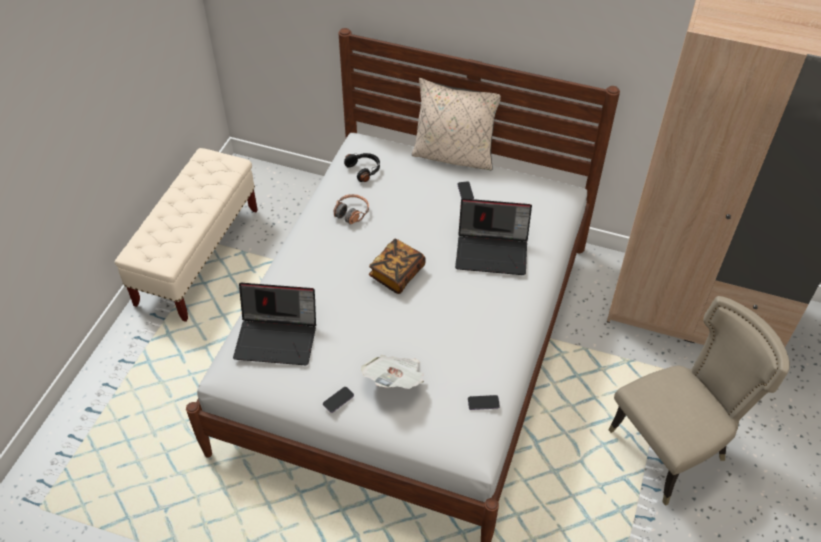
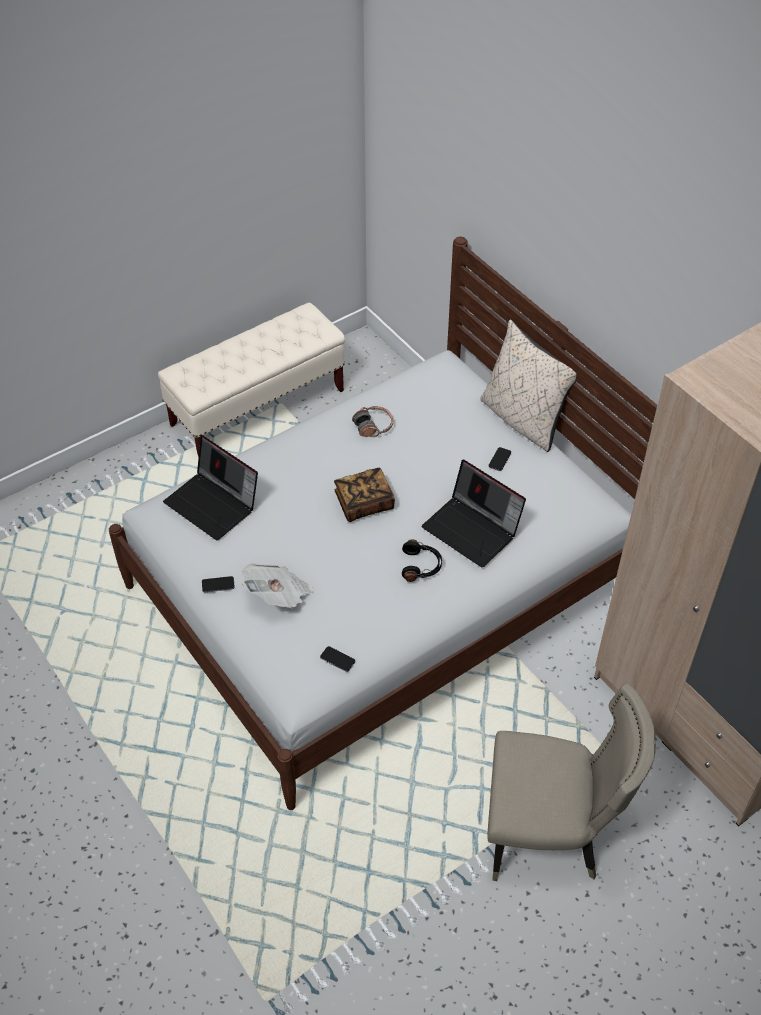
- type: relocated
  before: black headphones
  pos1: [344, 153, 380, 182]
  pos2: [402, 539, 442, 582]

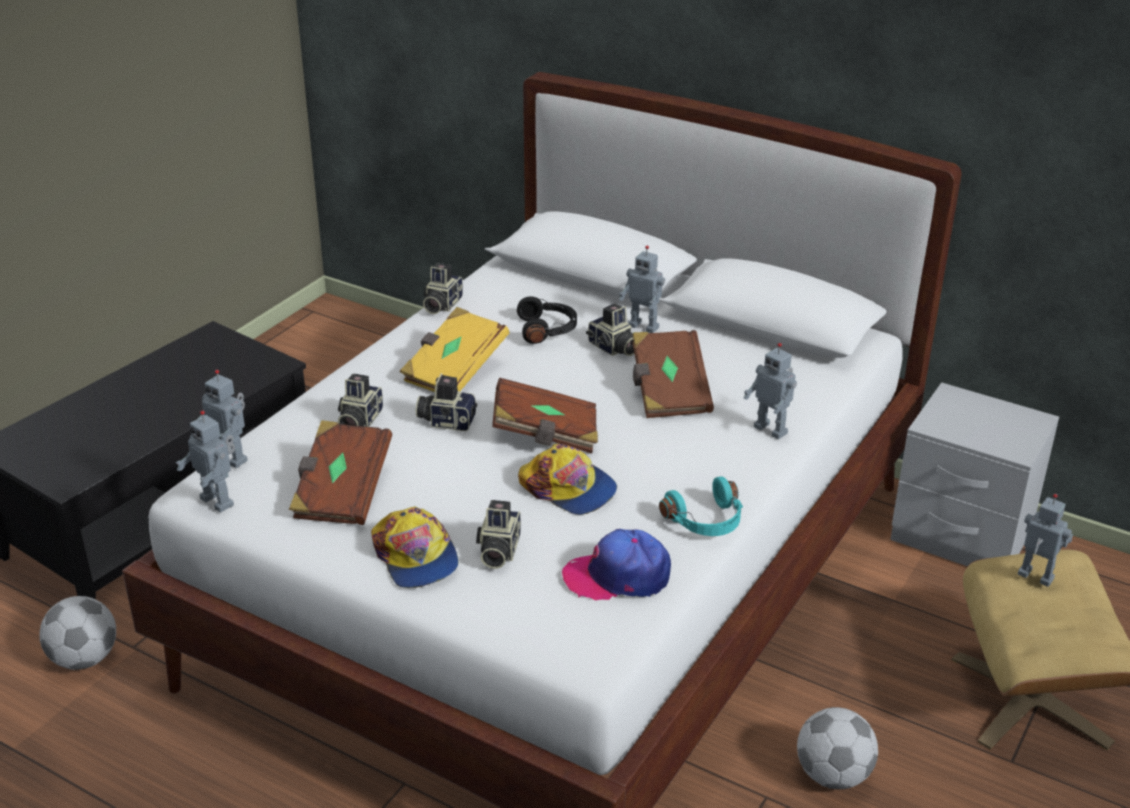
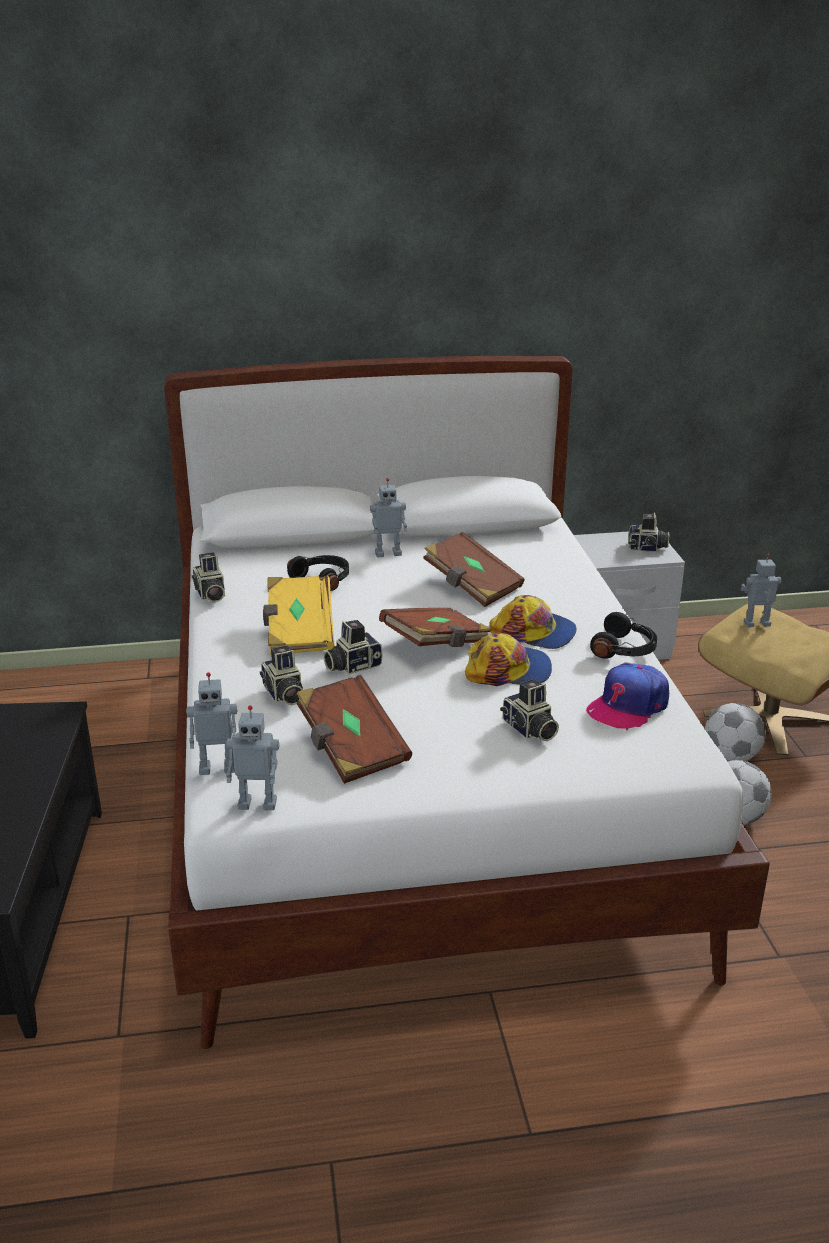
- type: relocated
  before: photo camera
  pos1: [586, 303, 634, 356]
  pos2: [629, 513, 669, 552]
- type: missing
  before: toy robot
  pos1: [743, 343, 797, 439]
- type: colour
  before: turquoise headphones
  after: black headphones
  pos1: [659, 476, 743, 536]
  pos2: [590, 612, 657, 659]
- type: relocated
  before: cap
  pos1: [371, 506, 458, 588]
  pos2: [489, 595, 577, 649]
- type: relocated
  before: football
  pos1: [40, 596, 116, 670]
  pos2: [705, 703, 766, 761]

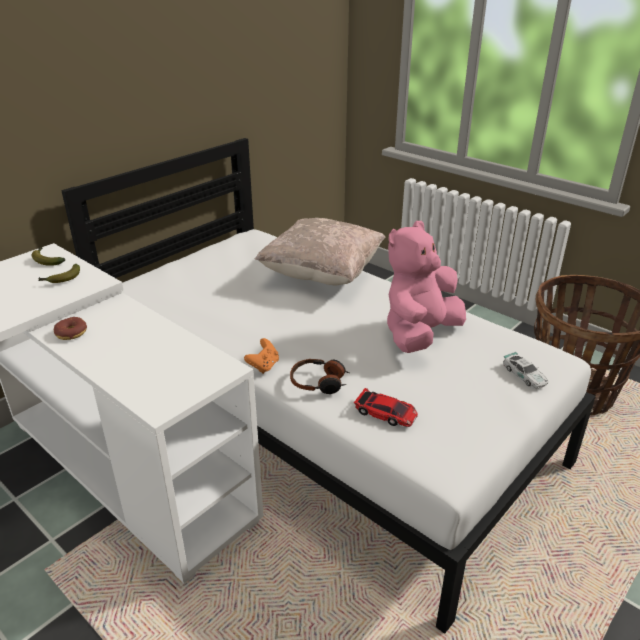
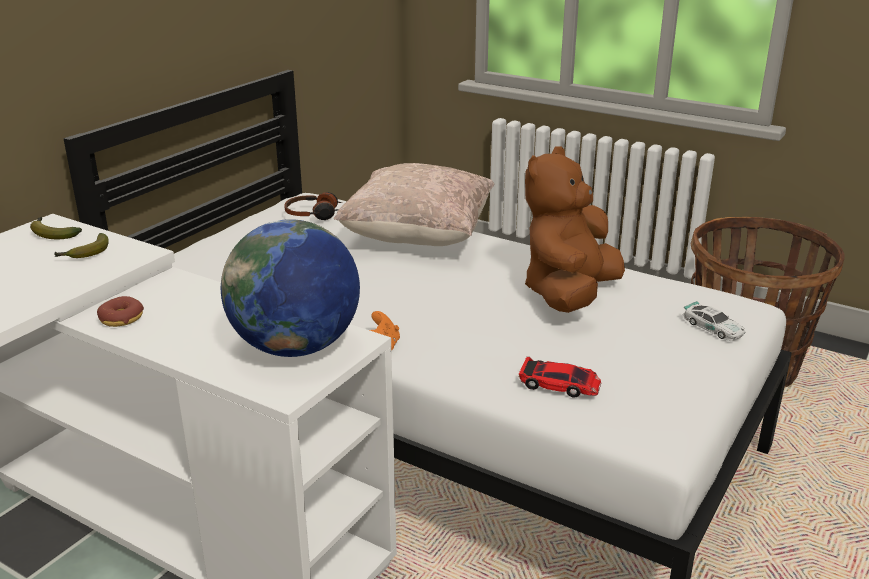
- type: colour
  before: pink plush toy
  after: brown plush toy
  pos1: [387, 221, 466, 353]
  pos2: [525, 146, 625, 313]
- type: relocated
  before: headphones
  pos1: [290, 359, 349, 394]
  pos2: [284, 192, 342, 220]
- type: appeared
  after: globe
  pos2: [221, 219, 360, 357]

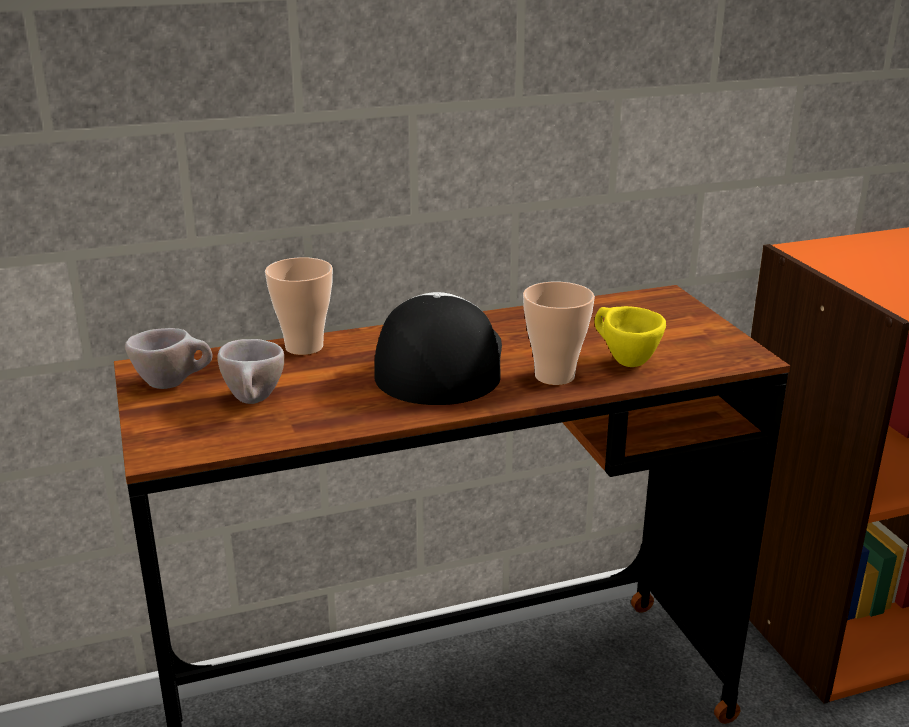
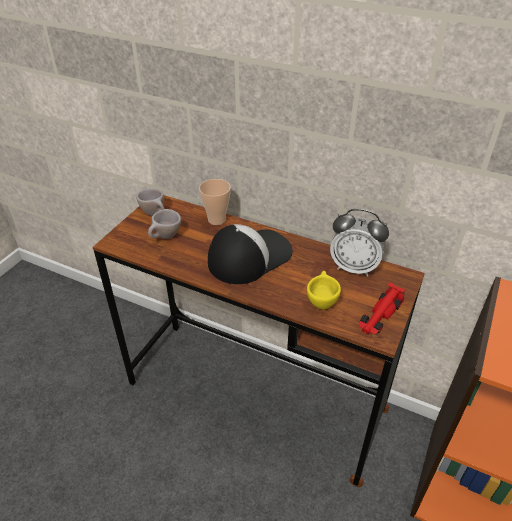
- type: missing
  before: cup
  pos1: [523, 282, 595, 385]
- type: appeared
  after: alarm clock
  pos2: [330, 209, 389, 277]
- type: appeared
  after: red toy car
  pos2: [359, 282, 405, 334]

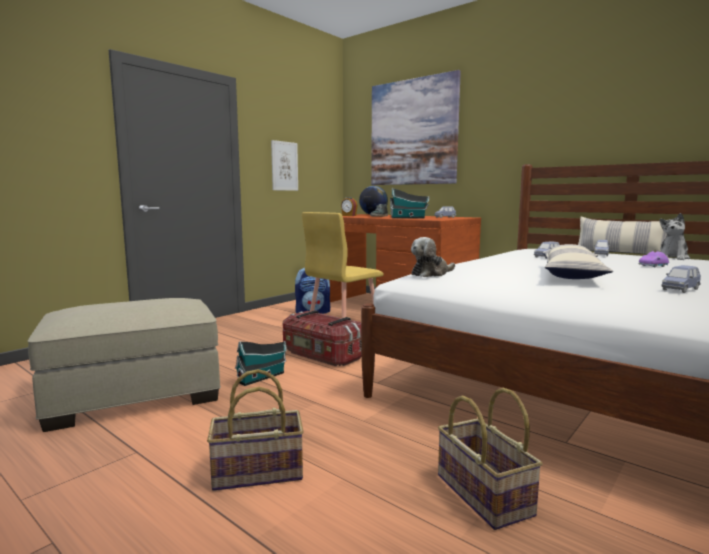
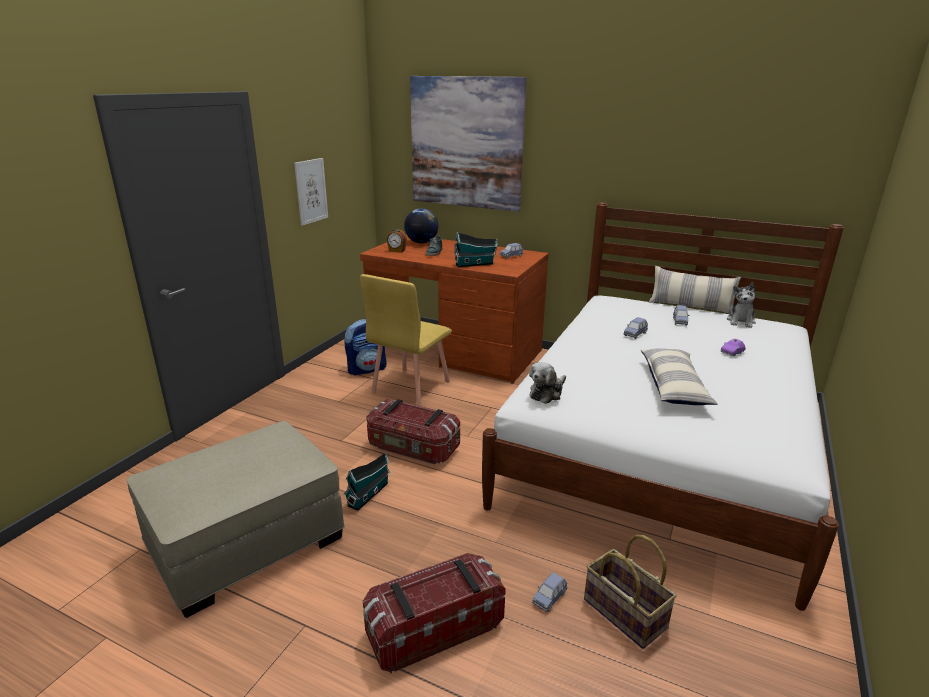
- type: relocated
  before: blue toy car
  pos1: [662, 265, 701, 293]
  pos2: [532, 572, 567, 612]
- type: exchanged
  before: basket
  after: storage box
  pos1: [207, 369, 304, 491]
  pos2: [363, 553, 506, 674]

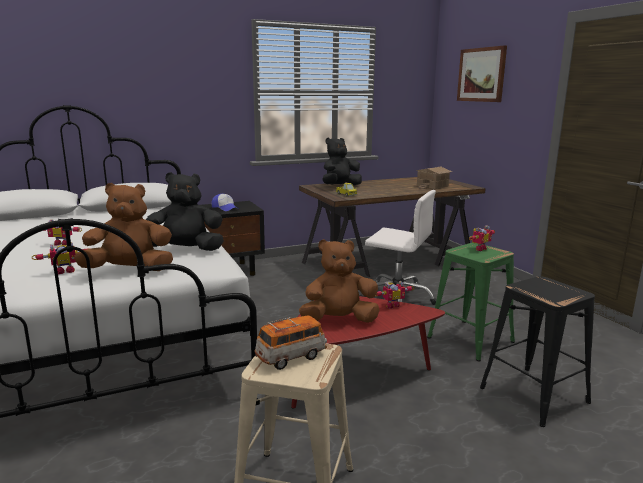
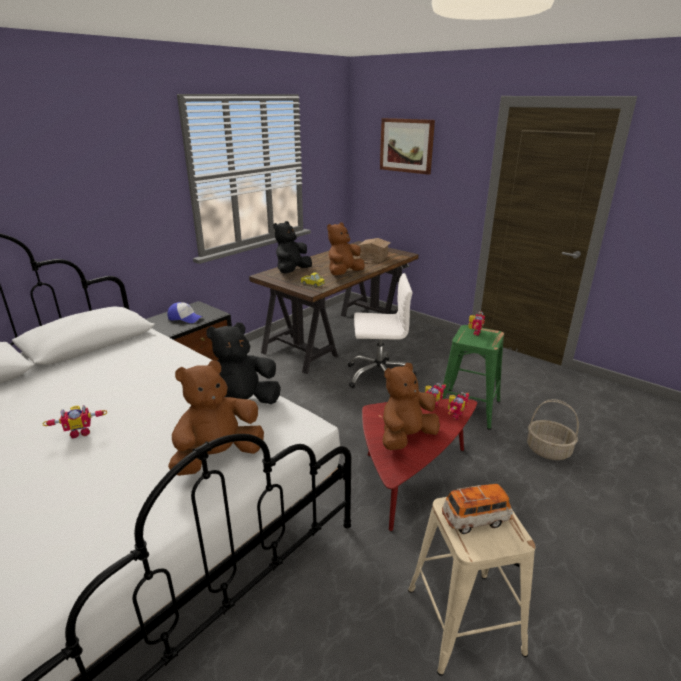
- type: relocated
  before: toy robot
  pos1: [32, 242, 91, 274]
  pos2: [448, 392, 469, 420]
- type: exchanged
  before: black stool
  after: basket
  pos1: [480, 276, 595, 427]
  pos2: [527, 399, 579, 460]
- type: spun
  before: toy car
  pos1: [255, 315, 327, 370]
  pos2: [442, 484, 513, 534]
  turn: 45
- type: appeared
  after: brown plush toy
  pos2: [327, 223, 365, 275]

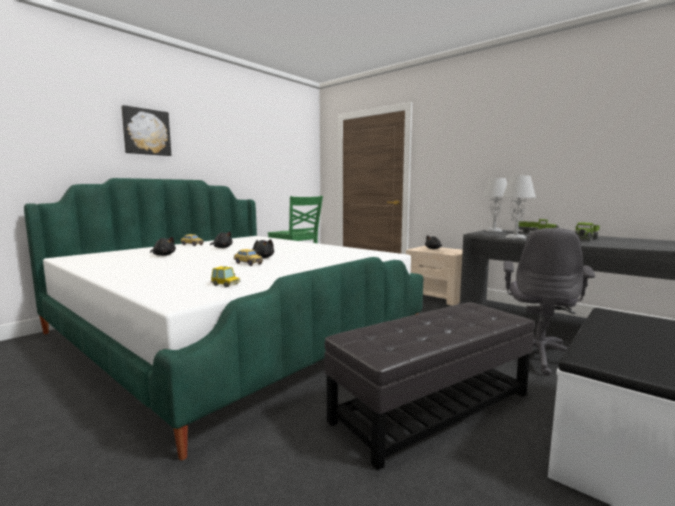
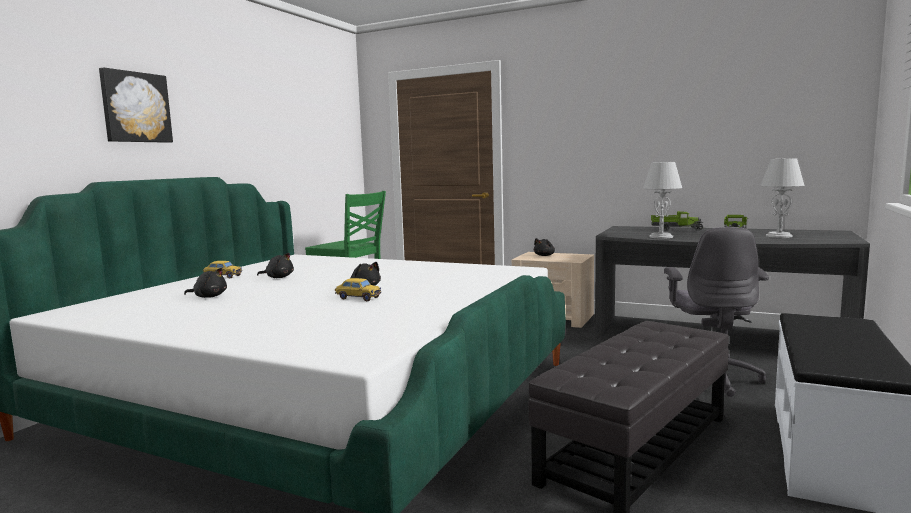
- type: relocated
  before: grey table lamp
  pos1: [482, 178, 507, 232]
  pos2: [760, 158, 804, 238]
- type: missing
  before: toy car
  pos1: [211, 266, 241, 287]

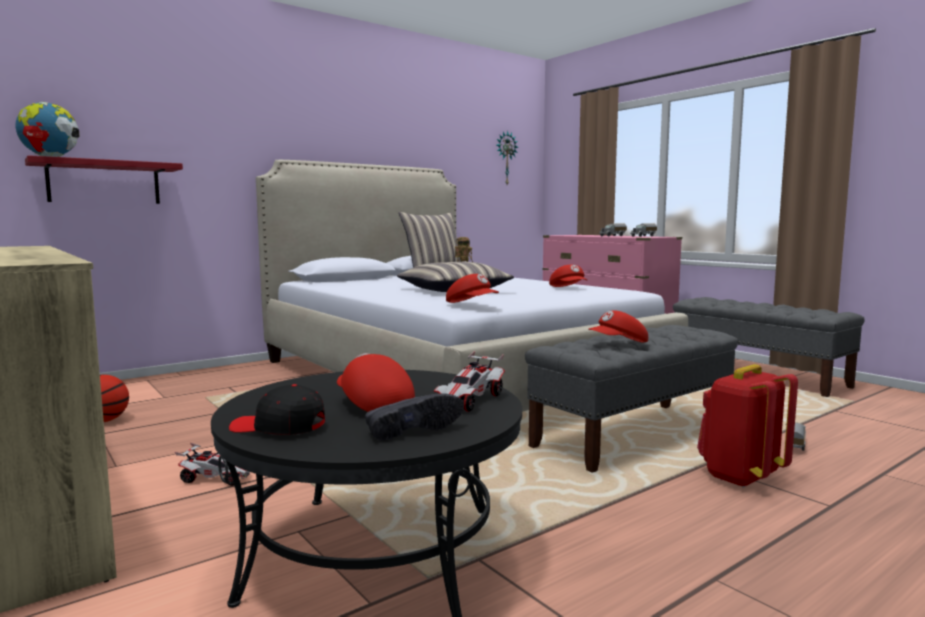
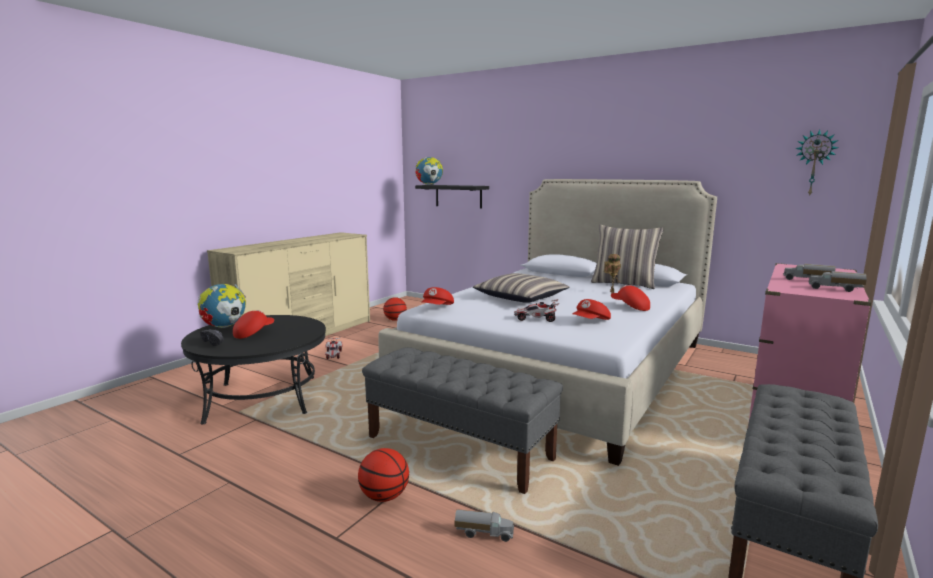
- type: colour
  before: red shelf
  after: black shelf
  pos1: [25, 155, 183, 204]
  pos2: [415, 185, 489, 208]
- type: relocated
  before: red cap
  pos1: [589, 310, 648, 342]
  pos2: [611, 285, 650, 311]
- type: relocated
  before: toy car
  pos1: [434, 351, 505, 412]
  pos2: [514, 299, 559, 322]
- type: exchanged
  before: red backpack
  after: basketball
  pos1: [697, 364, 798, 488]
  pos2: [358, 448, 409, 502]
- type: exchanged
  before: black cap
  after: globe
  pos1: [229, 384, 325, 435]
  pos2: [198, 284, 246, 328]

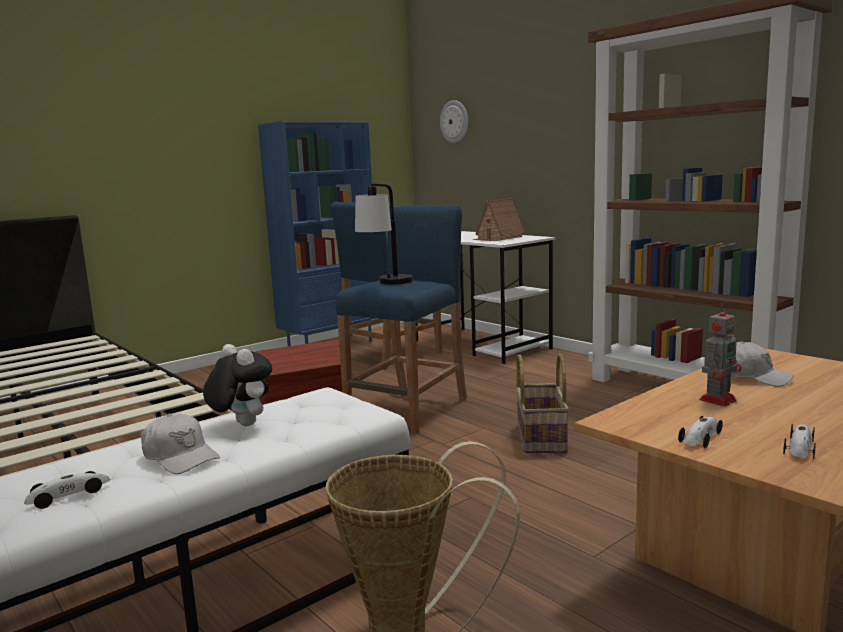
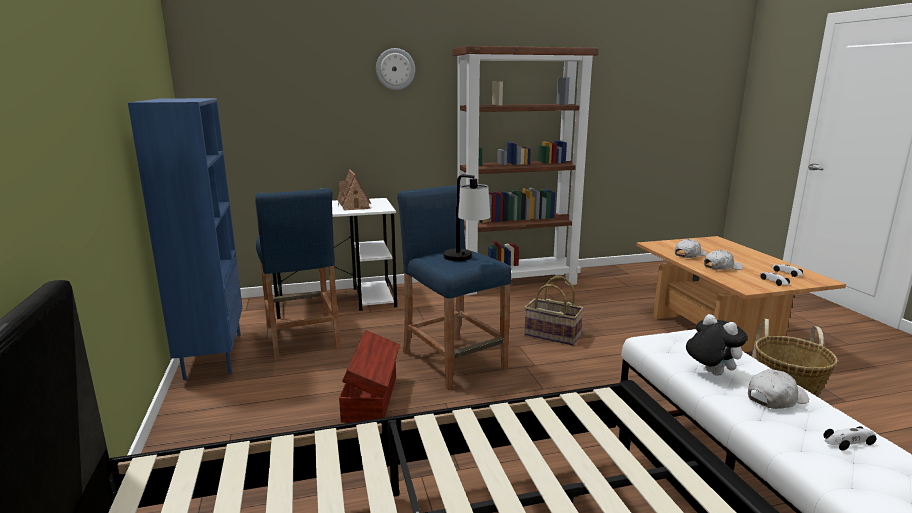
- type: relocated
  before: wall clock
  pos1: [440, 100, 468, 143]
  pos2: [376, 48, 415, 90]
- type: exchanged
  before: toy robot
  after: white cap
  pos1: [699, 303, 742, 406]
  pos2: [704, 250, 743, 270]
- type: spun
  before: plush toy
  pos1: [203, 344, 272, 426]
  pos2: [686, 314, 748, 376]
  turn: 75
- type: spun
  before: toy car
  pos1: [24, 471, 110, 509]
  pos2: [823, 426, 877, 451]
  turn: 90

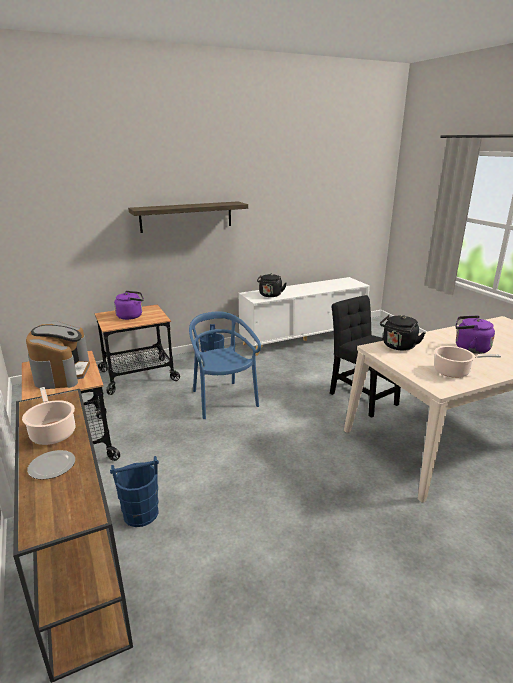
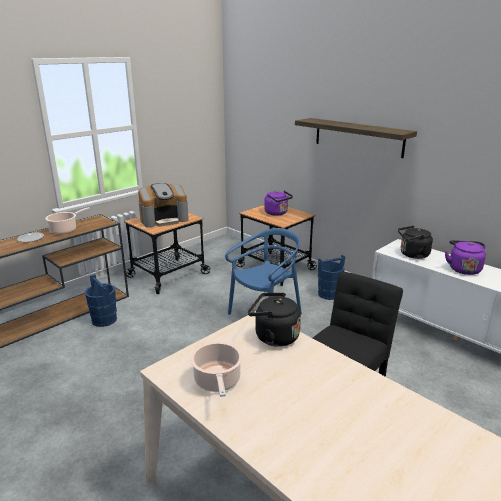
- type: relocated
  before: purple kettle
  pos1: [456, 315, 495, 354]
  pos2: [445, 240, 486, 275]

